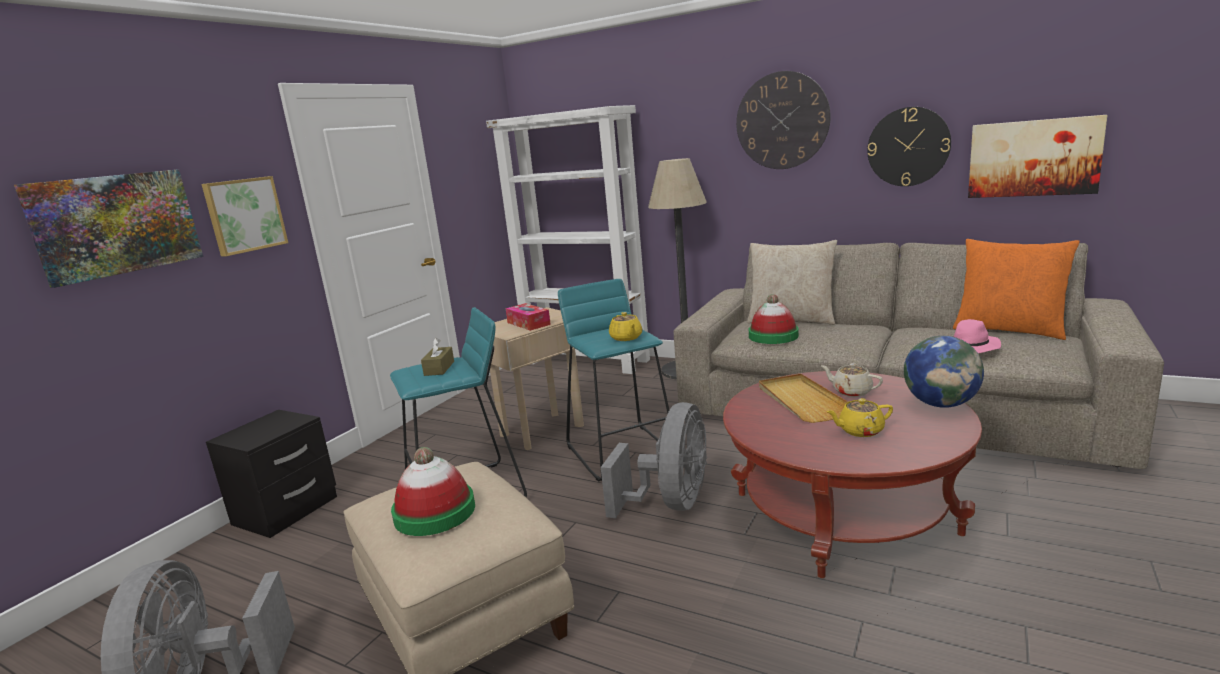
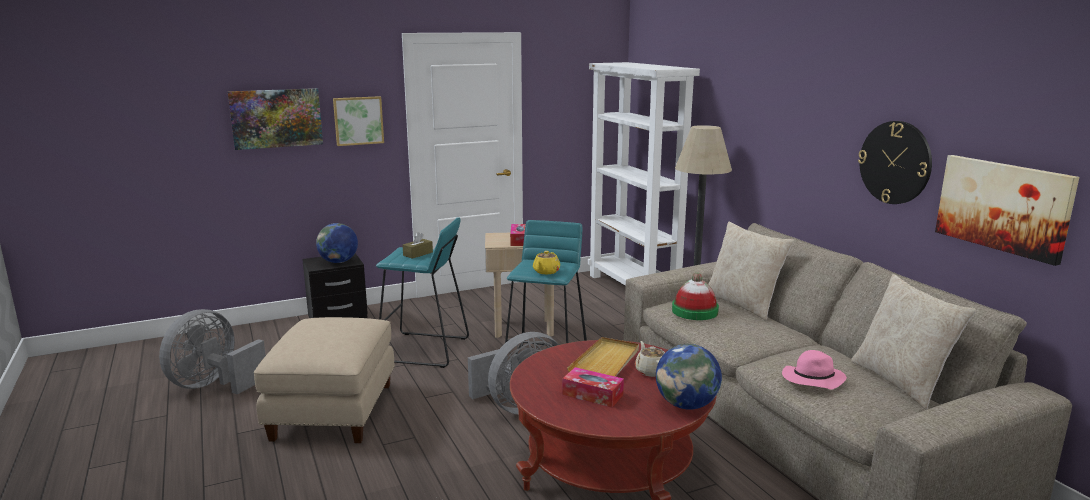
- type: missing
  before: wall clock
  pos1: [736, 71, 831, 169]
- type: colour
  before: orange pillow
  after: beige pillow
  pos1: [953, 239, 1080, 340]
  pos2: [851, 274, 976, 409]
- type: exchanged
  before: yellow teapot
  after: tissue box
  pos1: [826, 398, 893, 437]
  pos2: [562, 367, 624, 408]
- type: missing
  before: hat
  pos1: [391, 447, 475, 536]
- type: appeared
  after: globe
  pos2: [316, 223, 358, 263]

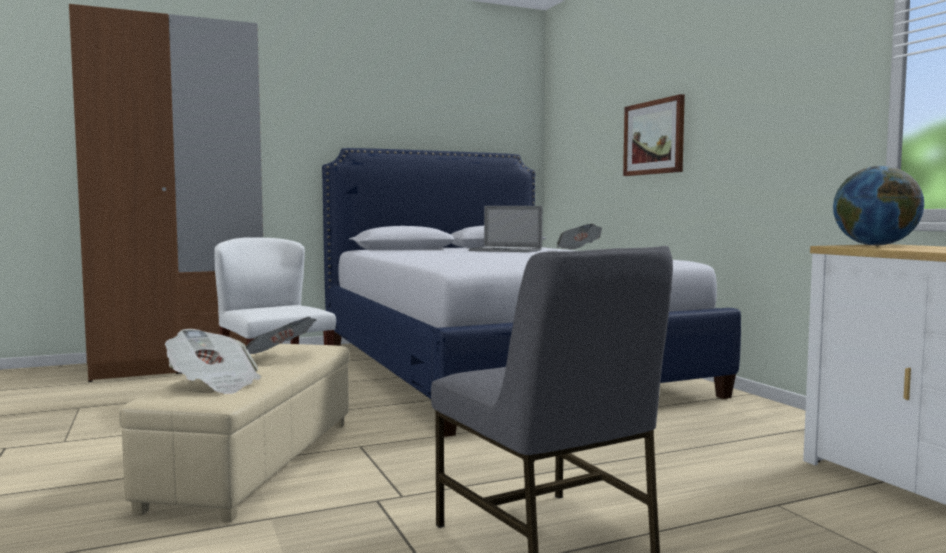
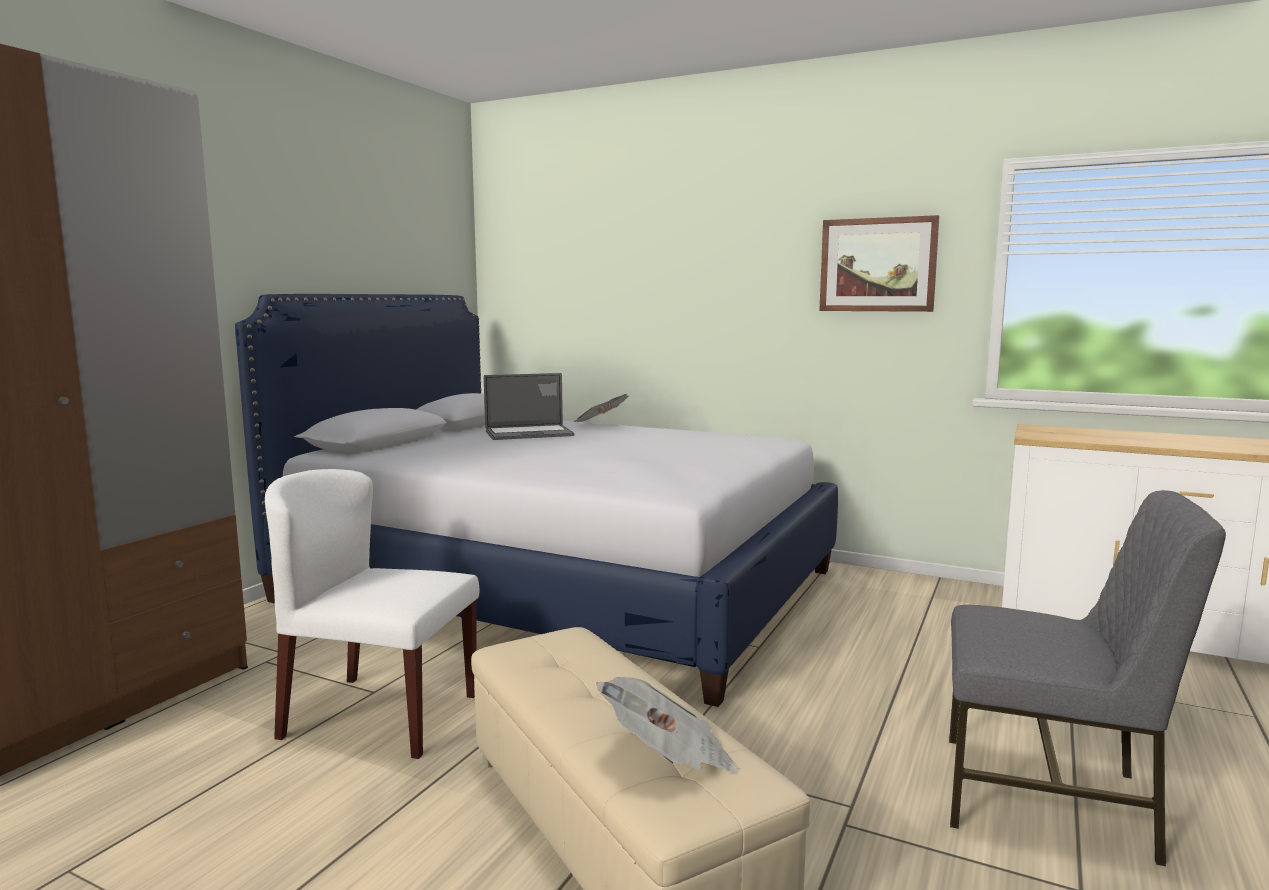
- type: relocated
  before: picture
  pos1: [623, 94, 685, 176]
  pos2: [819, 215, 940, 312]
- type: missing
  before: globe
  pos1: [833, 166, 924, 246]
- type: missing
  before: newspaper
  pos1: [246, 317, 316, 354]

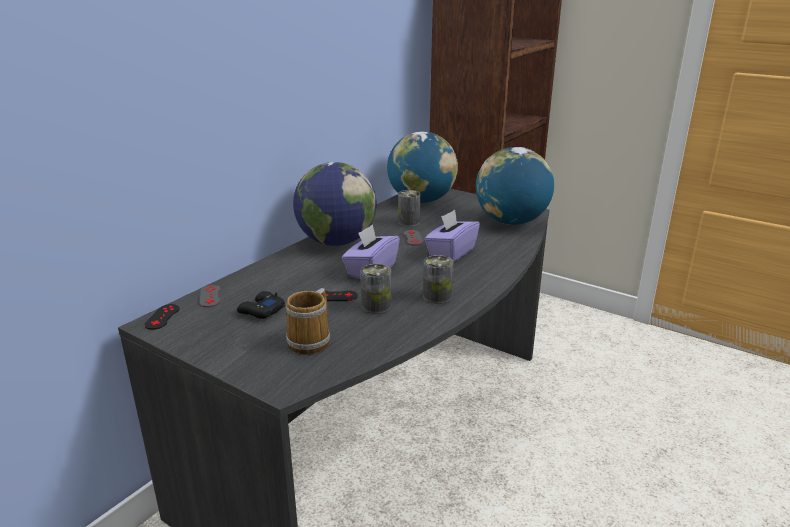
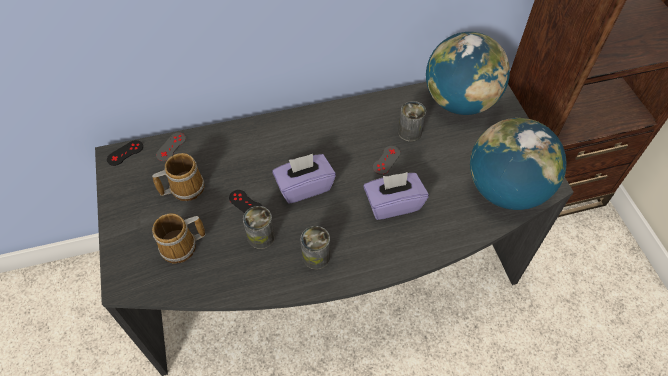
- type: missing
  before: globe
  pos1: [293, 162, 377, 246]
- type: exchanged
  before: black game controller
  after: mug
  pos1: [237, 291, 285, 319]
  pos2: [152, 153, 204, 201]

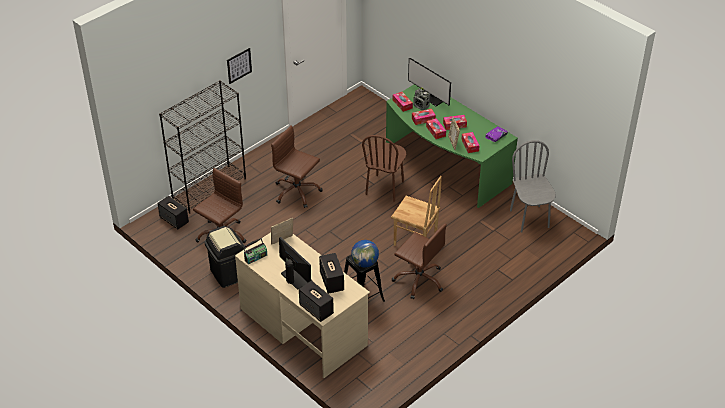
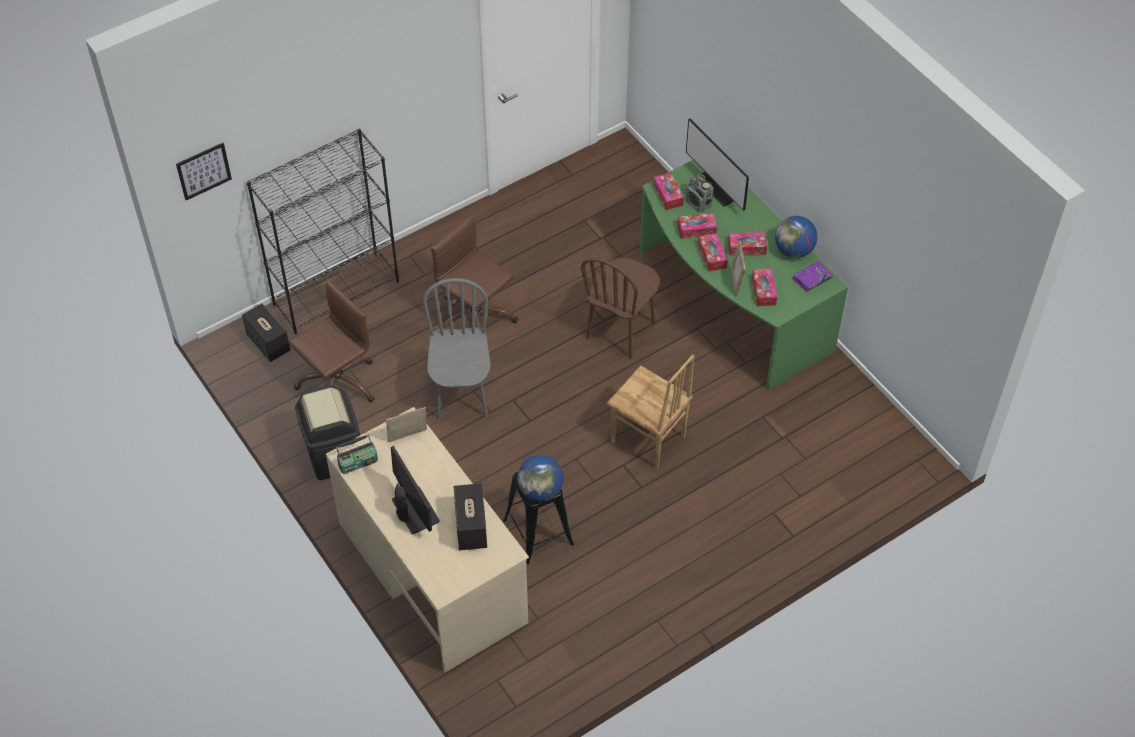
- type: relocated
  before: picture
  pos1: [227, 48, 252, 84]
  pos2: [176, 143, 232, 200]
- type: relocated
  before: grey chair
  pos1: [510, 140, 556, 233]
  pos2: [423, 278, 491, 420]
- type: missing
  before: brown office chair
  pos1: [392, 224, 447, 299]
- type: missing
  before: speaker
  pos1: [299, 280, 334, 322]
- type: appeared
  after: globe
  pos2: [775, 216, 818, 258]

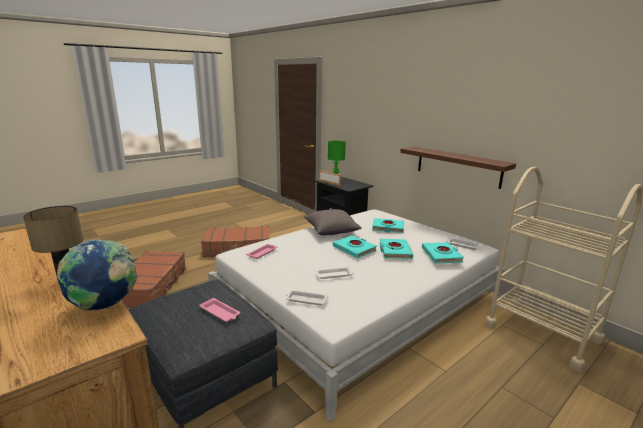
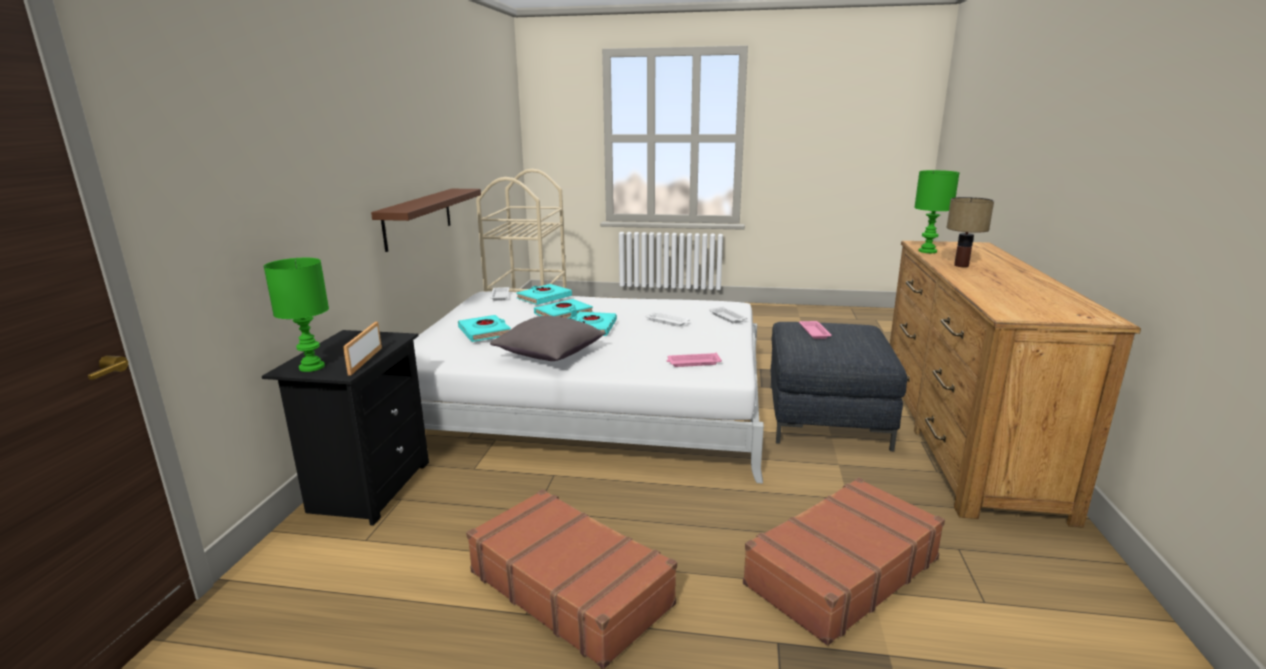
- type: exchanged
  before: globe
  after: green table lamp
  pos1: [57, 239, 137, 311]
  pos2: [914, 170, 960, 253]

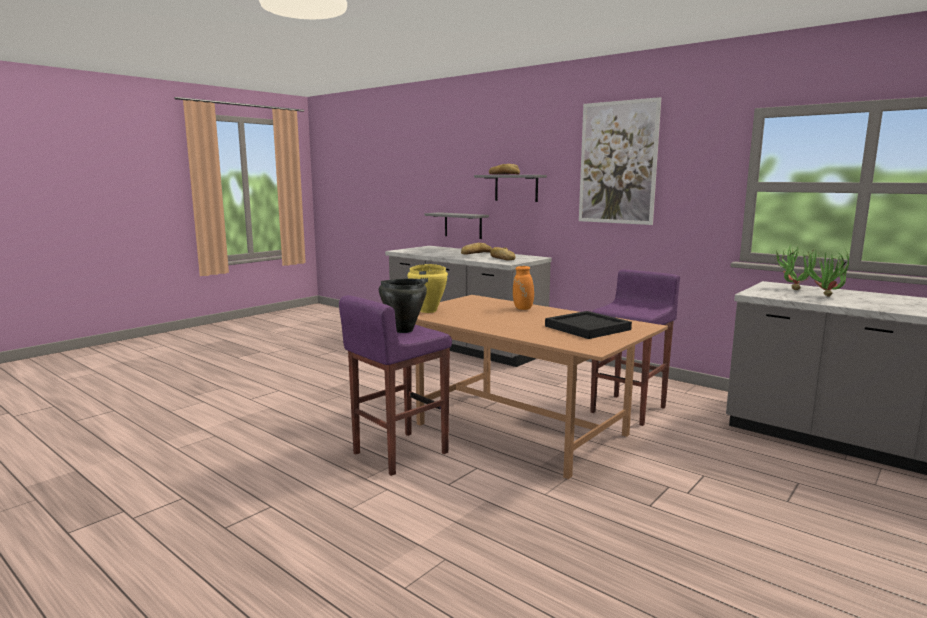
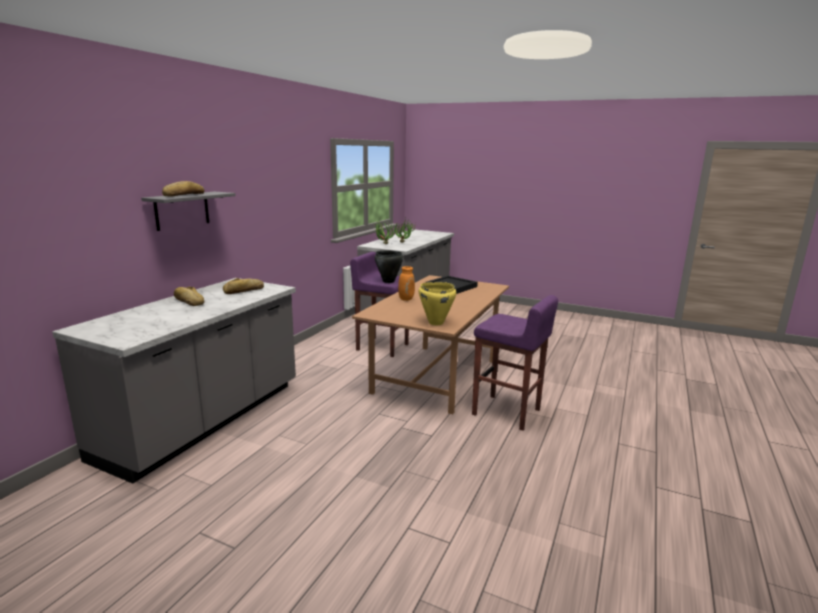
- type: missing
  before: picture
  pos1: [579, 97, 661, 225]
- type: missing
  before: grey shelf
  pos1: [424, 212, 489, 239]
- type: relocated
  before: black cooking pot
  pos1: [379, 279, 427, 333]
  pos2: [375, 250, 403, 283]

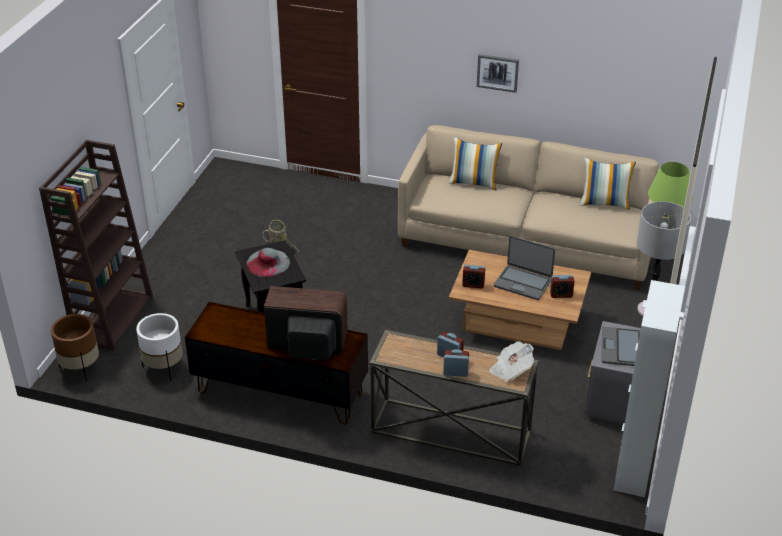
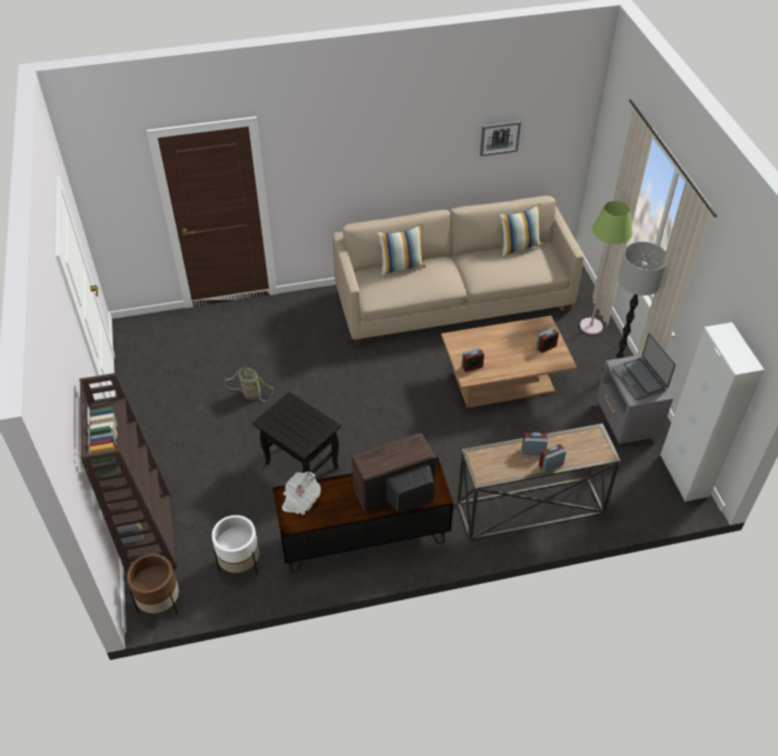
- type: relocated
  before: picture
  pos1: [477, 54, 519, 93]
  pos2: [480, 121, 521, 156]
- type: missing
  before: laptop
  pos1: [494, 236, 555, 300]
- type: missing
  before: grey hat
  pos1: [246, 248, 290, 277]
- type: relocated
  before: newspaper
  pos1: [489, 342, 534, 382]
  pos2: [282, 472, 321, 515]

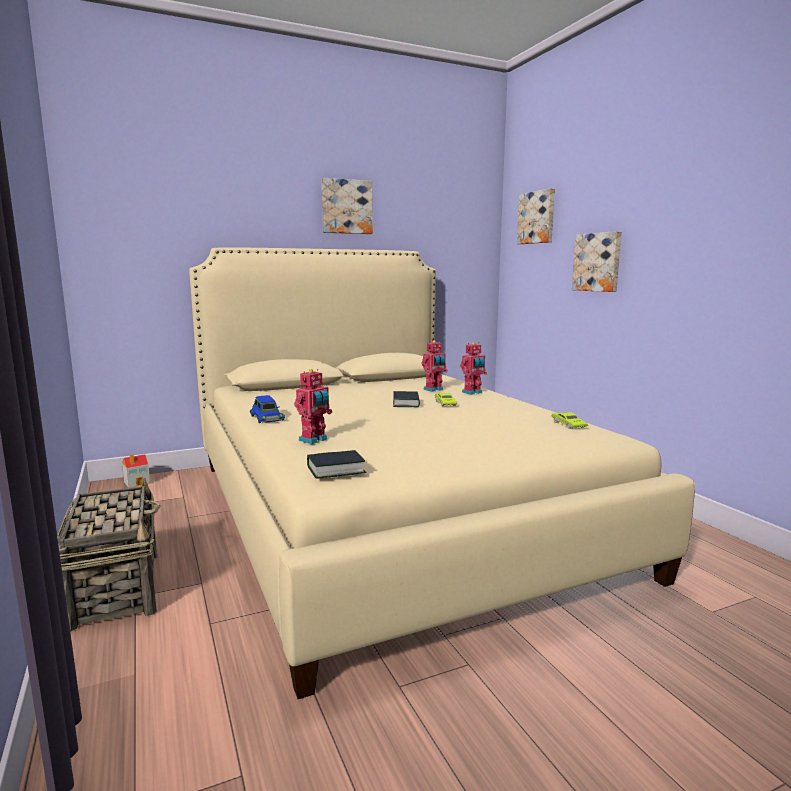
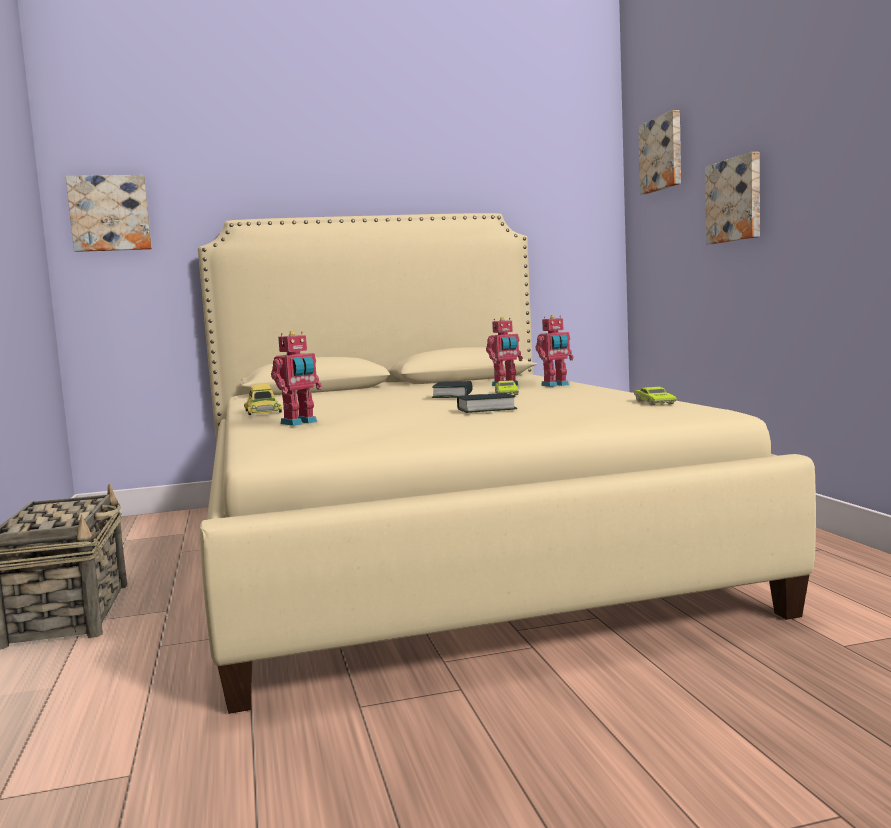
- type: relocated
  before: picture
  pos1: [322, 178, 373, 234]
  pos2: [66, 175, 152, 252]
- type: colour
  before: blue toy car
  after: yellow toy car
  pos1: [250, 395, 285, 423]
  pos2: [244, 384, 282, 415]
- type: relocated
  before: book
  pos1: [307, 450, 366, 479]
  pos2: [457, 393, 517, 413]
- type: missing
  before: toy house
  pos1: [122, 454, 150, 488]

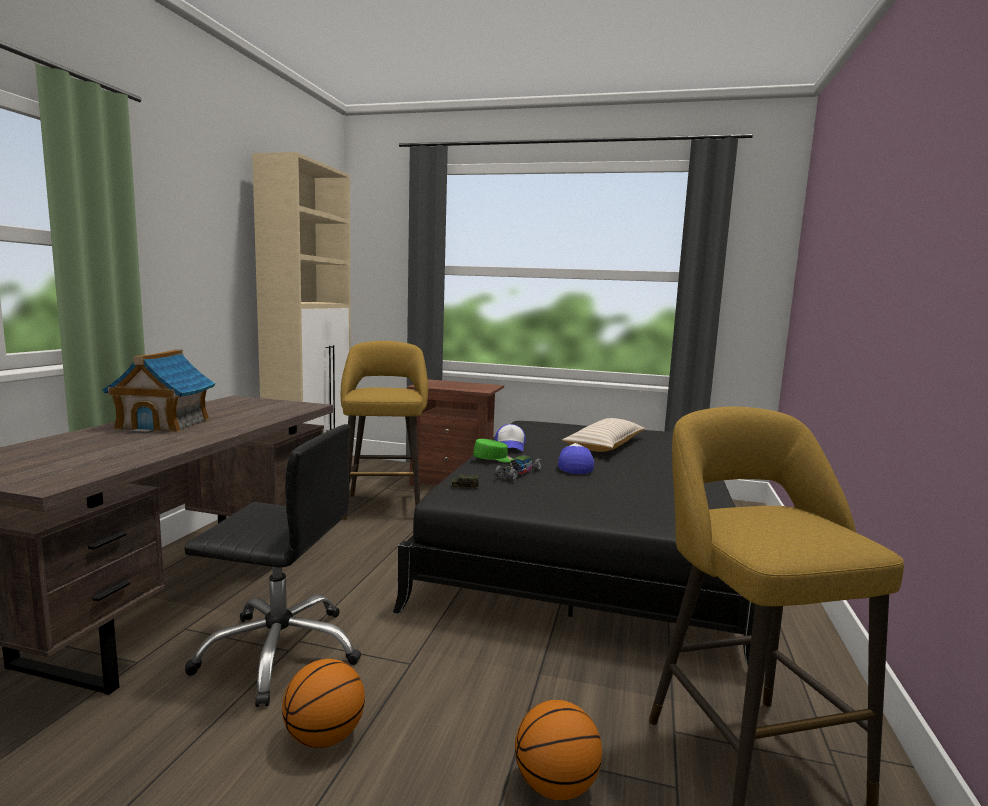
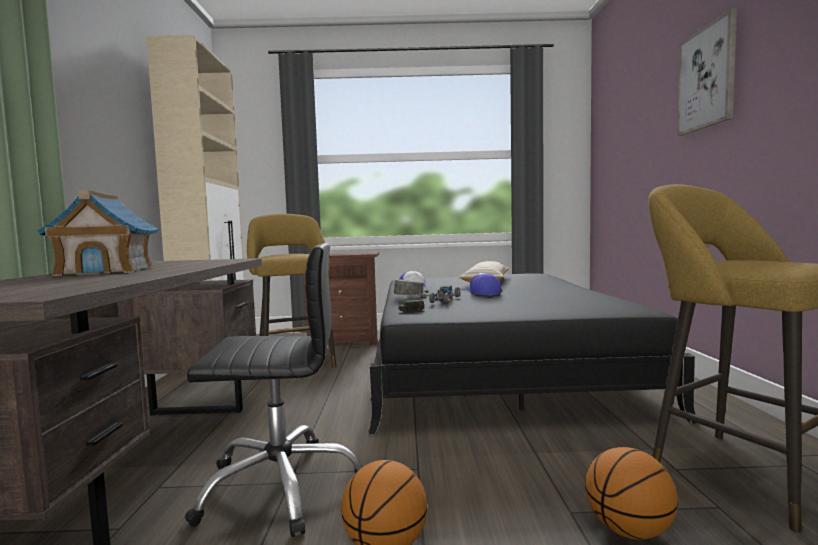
- type: colour
  before: green cap
  after: grey cap
  pos1: [473, 439, 514, 463]
  pos2: [394, 279, 430, 296]
- type: appeared
  after: picture
  pos2: [677, 8, 737, 136]

